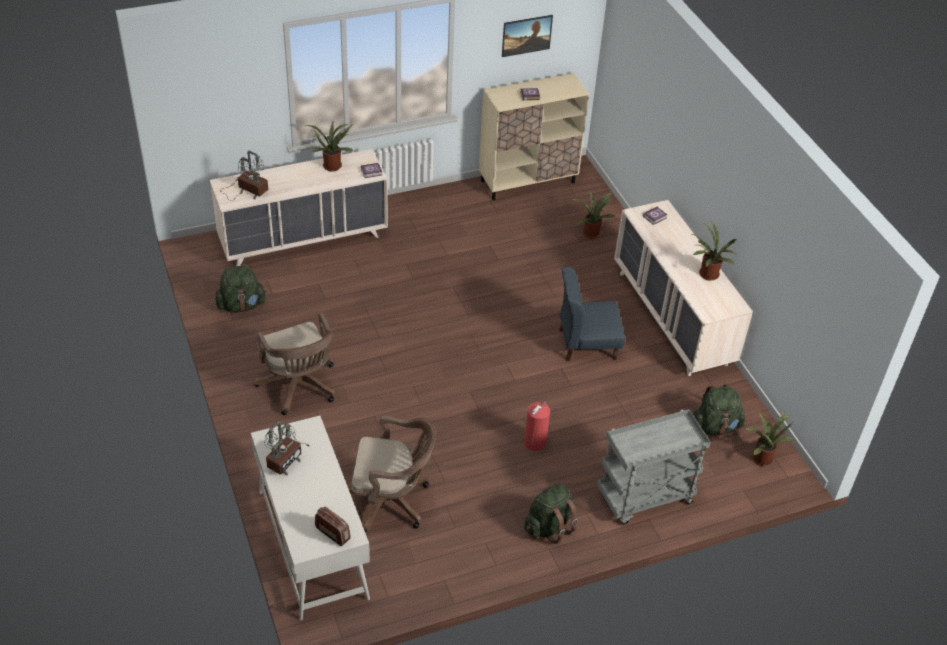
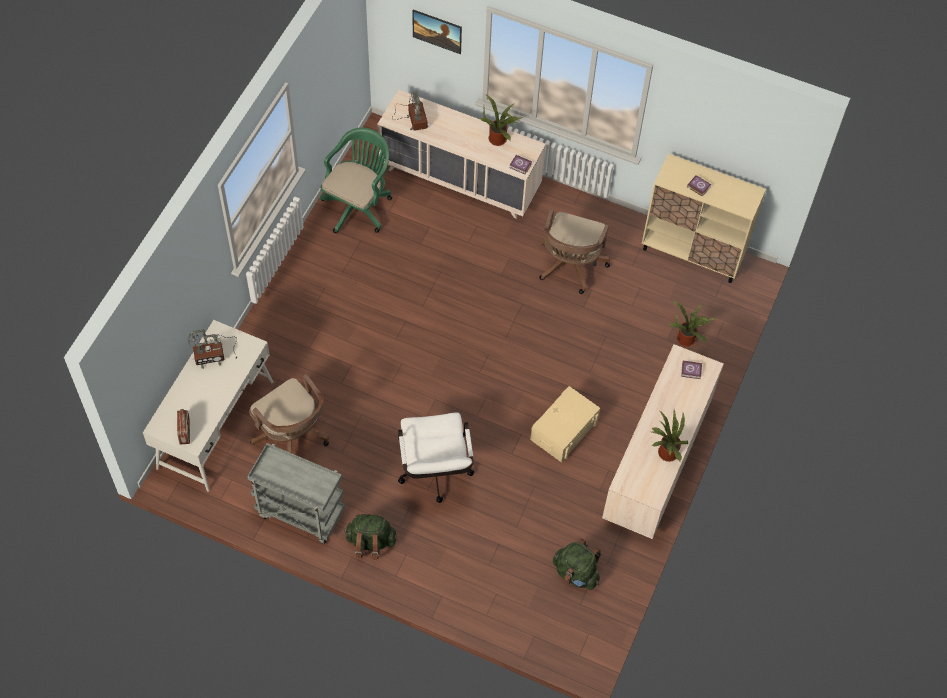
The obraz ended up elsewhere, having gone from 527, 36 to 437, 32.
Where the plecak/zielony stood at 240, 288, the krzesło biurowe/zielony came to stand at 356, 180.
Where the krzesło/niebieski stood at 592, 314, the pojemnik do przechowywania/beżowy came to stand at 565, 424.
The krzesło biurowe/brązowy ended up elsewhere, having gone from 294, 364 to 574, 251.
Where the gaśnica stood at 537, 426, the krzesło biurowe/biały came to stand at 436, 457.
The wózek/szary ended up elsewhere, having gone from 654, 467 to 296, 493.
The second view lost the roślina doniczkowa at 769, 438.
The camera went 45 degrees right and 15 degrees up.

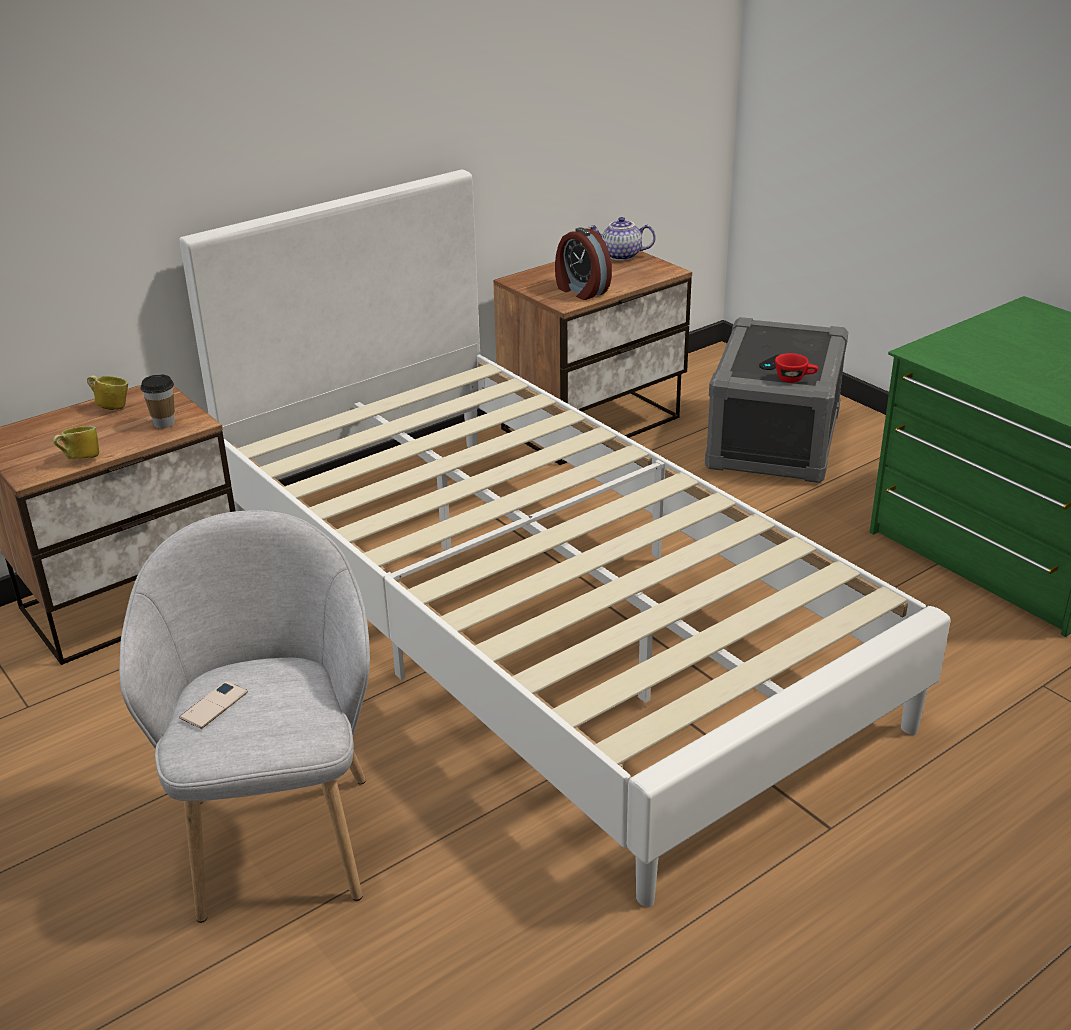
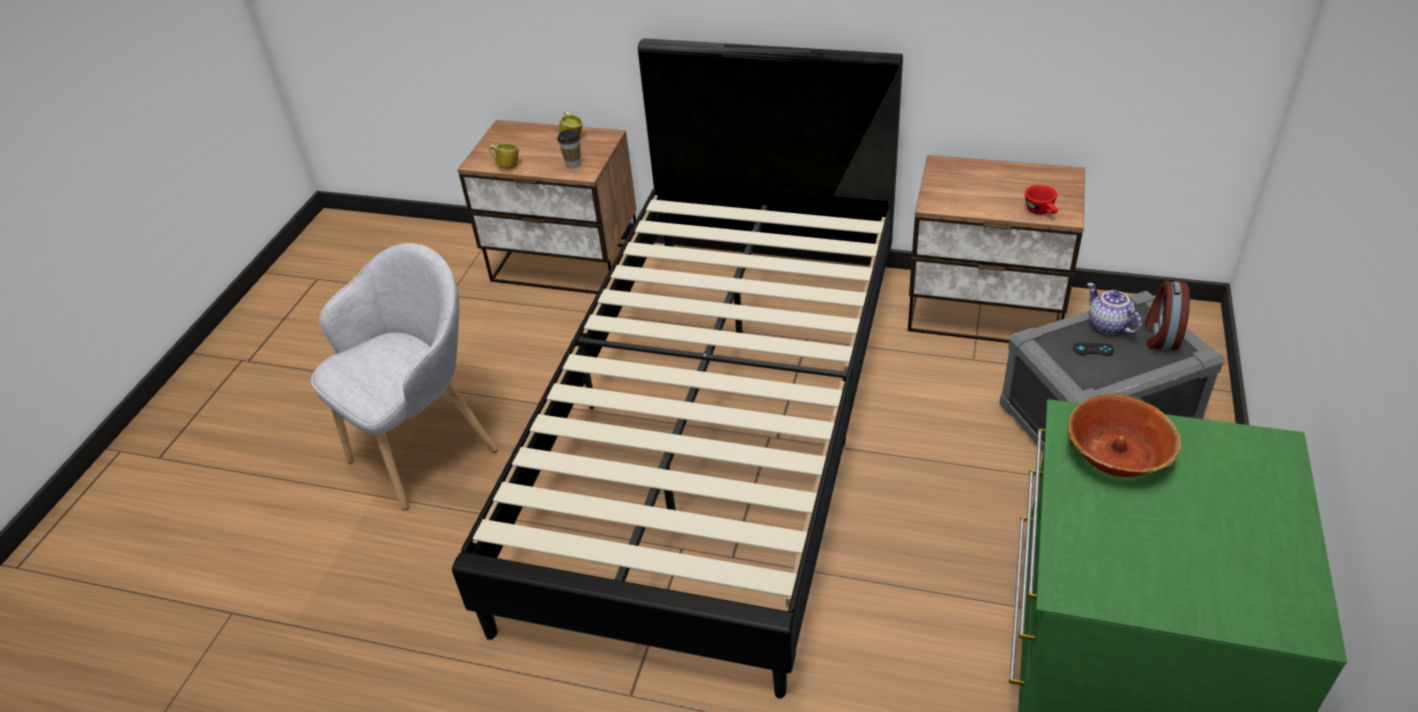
What was the łóżko/biały at 565, 538 turned into the łóżko/czarny at 677, 368.
The imbryk ended up elsewhere, having gone from 622, 239 to 1114, 308.
The budzik ended up elsewhere, having gone from 583, 263 to 1167, 315.
The filiżanka/czerwony ended up elsewhere, having gone from 796, 368 to 1041, 200.
The second view lost the telefon at 213, 705.
The second view gained the miska at 1124, 437.
The camera went 55 degrees right and 10 degrees up.

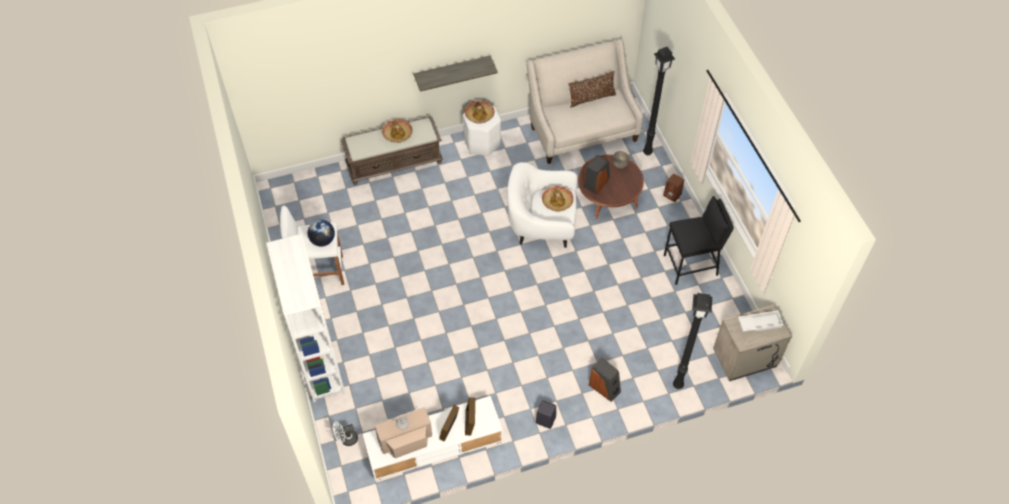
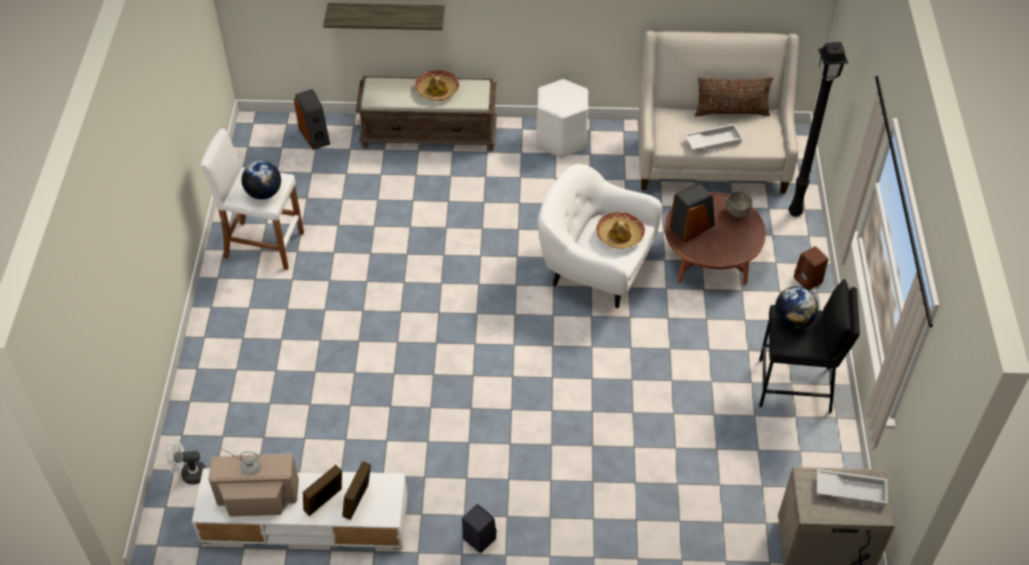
The półka ended up elsewhere, having gone from 455, 73 to 384, 16.
The second view lost the kapelusz at 480, 112.
The second view lost the regał/biały at 305, 318.
The second view lost the lampa stojąca/czarny at 692, 341.
The głośnik ended up elsewhere, having gone from 605, 380 to 312, 119.
The second view gained the taca/biały at 713, 137.
The second view gained the globus at 796, 307.
The camera went 20 degrees right and 5 degrees down.

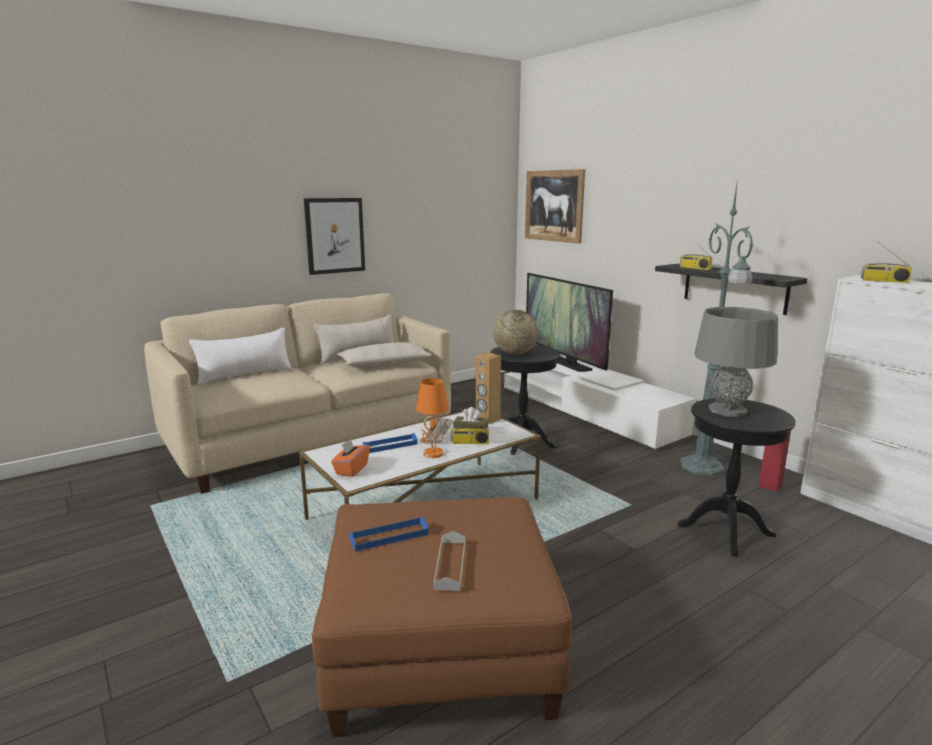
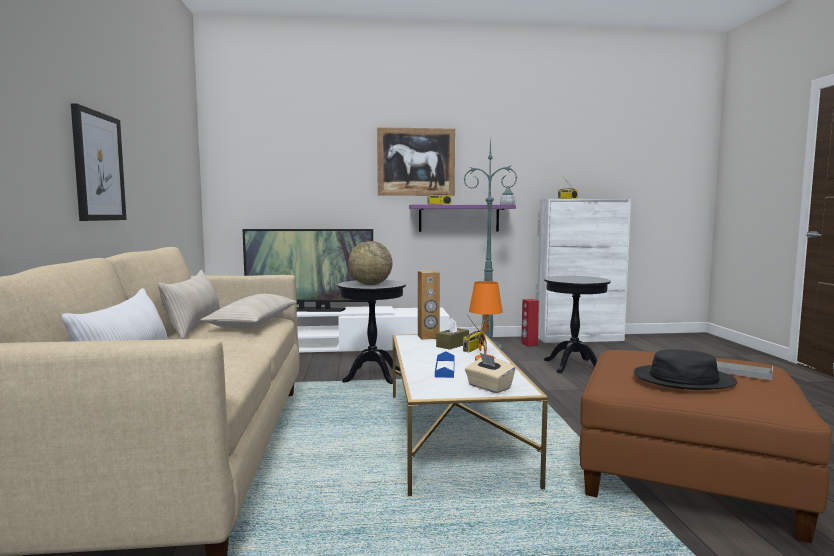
The obraz ended up elsewhere, having gone from 555, 206 to 416, 161.
What was the półka/czarny at 731, 289 turned into the półka/fioletowy at 462, 218.
The second view lost the lampa stołowa/szary at 736, 362.
The second view lost the gazeta at 439, 431.
What was the pudełko chusteczek/pomarańczowy at 350, 457 turned into the pudełko chusteczek/beżowy at 490, 373.
Where the taca/niebieski stood at 388, 534, the kapelusz/czarny came to stand at 685, 369.
The camera went 60 degrees left and 10 degrees down.

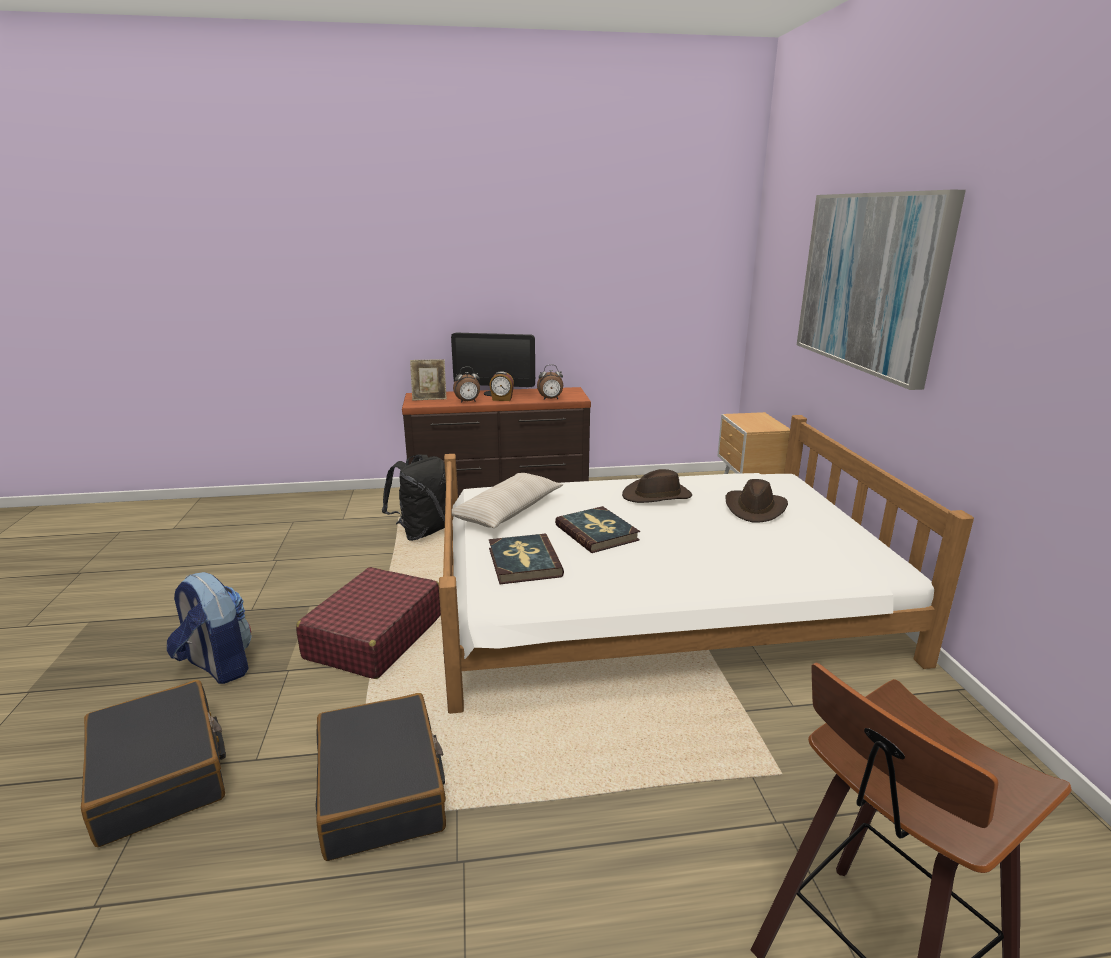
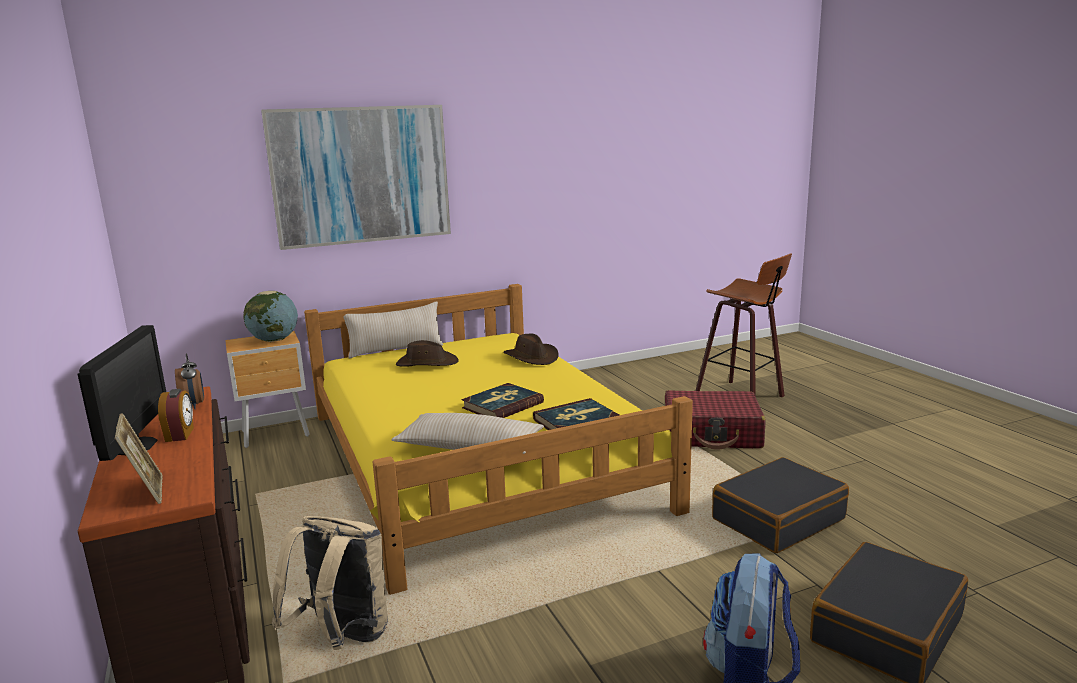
The second view lost the budzik at 466, 385.
What was the łóżko/biały at 706, 564 turned into the łóżko/żółty at 498, 439.
What was the plecak/czarny at 414, 497 turned into the plecak/beżowy at 329, 583.
The kapelusz/brązowy ended up elsewhere, having gone from 657, 486 to 531, 349.
The walizka/czerwony ended up elsewhere, having gone from 368, 623 to 715, 420.
The second view gained the globus at 270, 316.
The second view gained the poduszka/beżowy at 393, 330.
The camera went 105 degrees left and 5 degrees down.

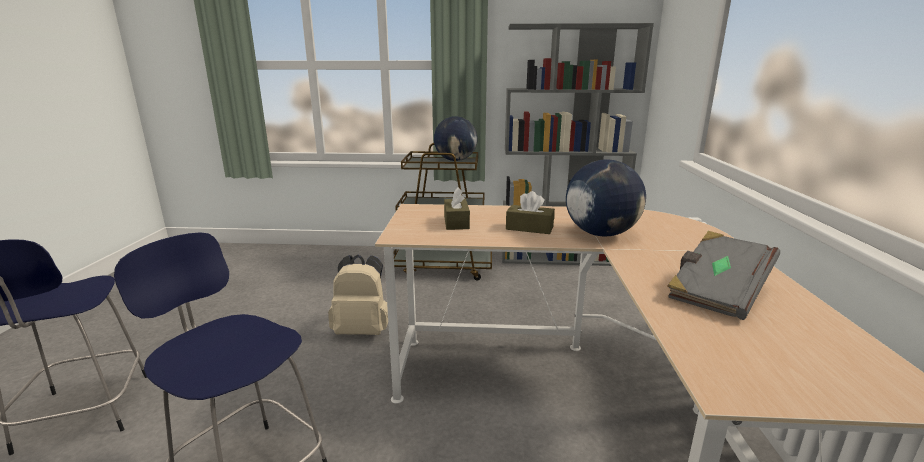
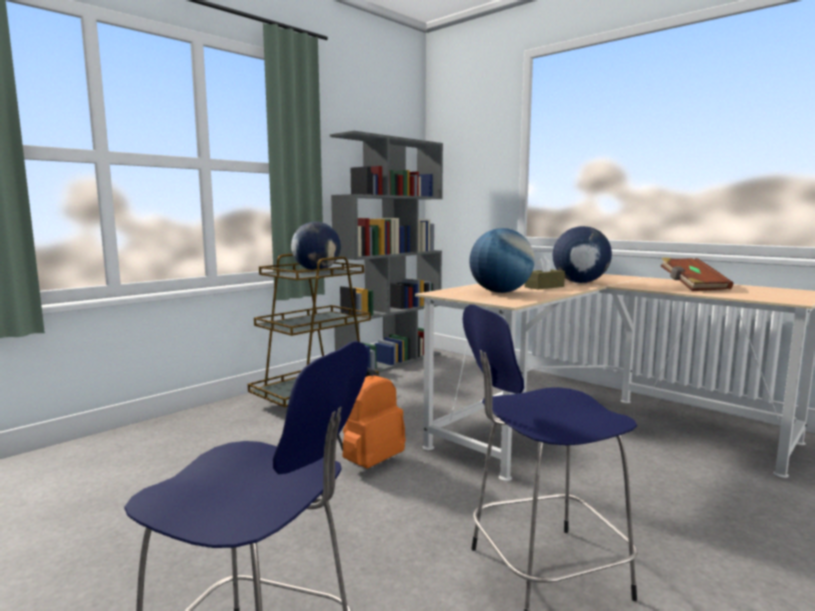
Where the pudełko chusteczek/brązowy stood at 457, 208, the globus came to stand at 502, 260.
What was the książka/szary at 723, 275 turned into the książka/brązowy at 697, 274.
What was the plecak/beżowy at 358, 295 turned into the plecak/pomarańczowy at 371, 418.
The camera went 50 degrees left and 10 degrees down.

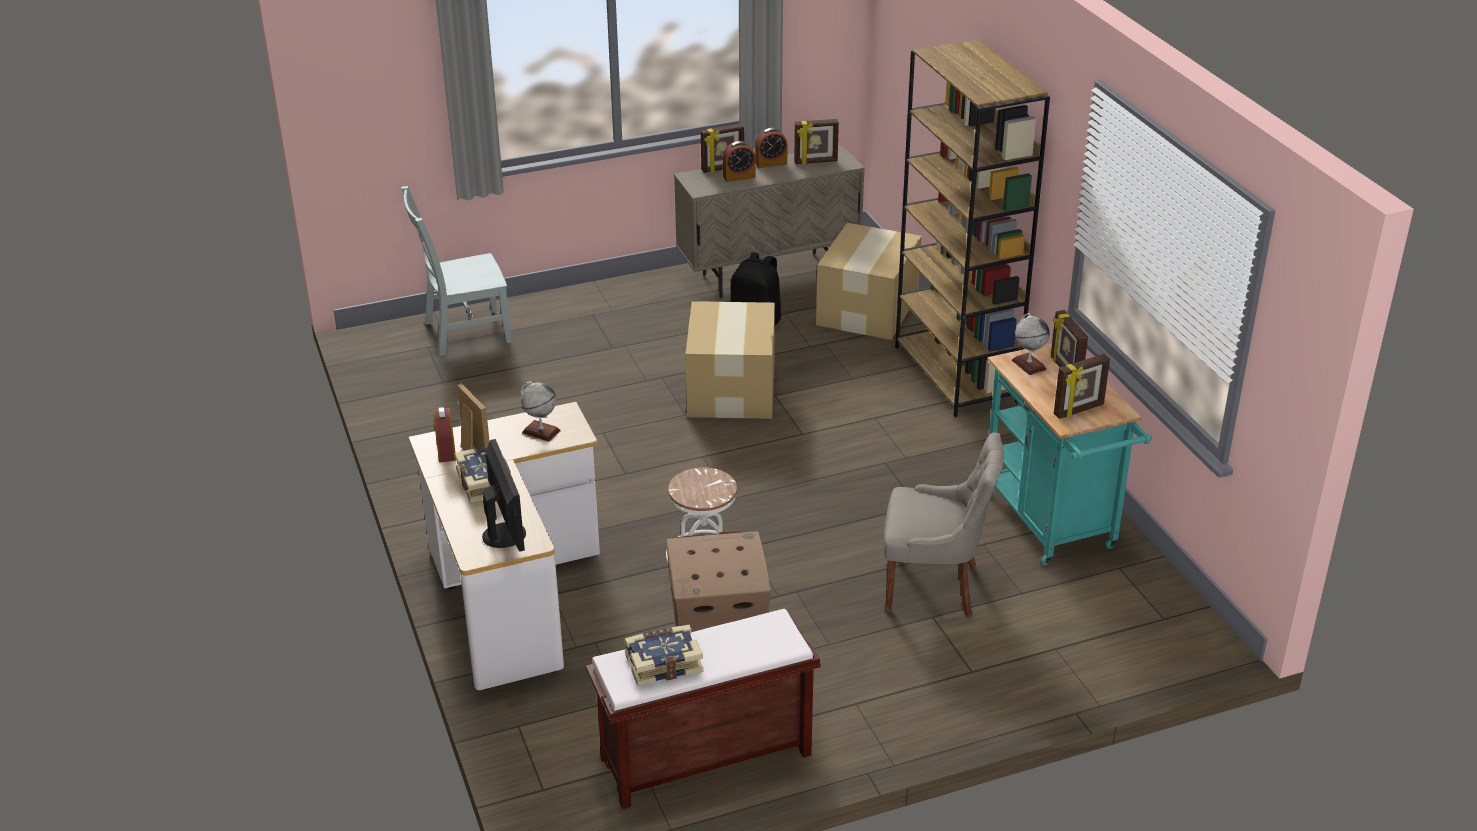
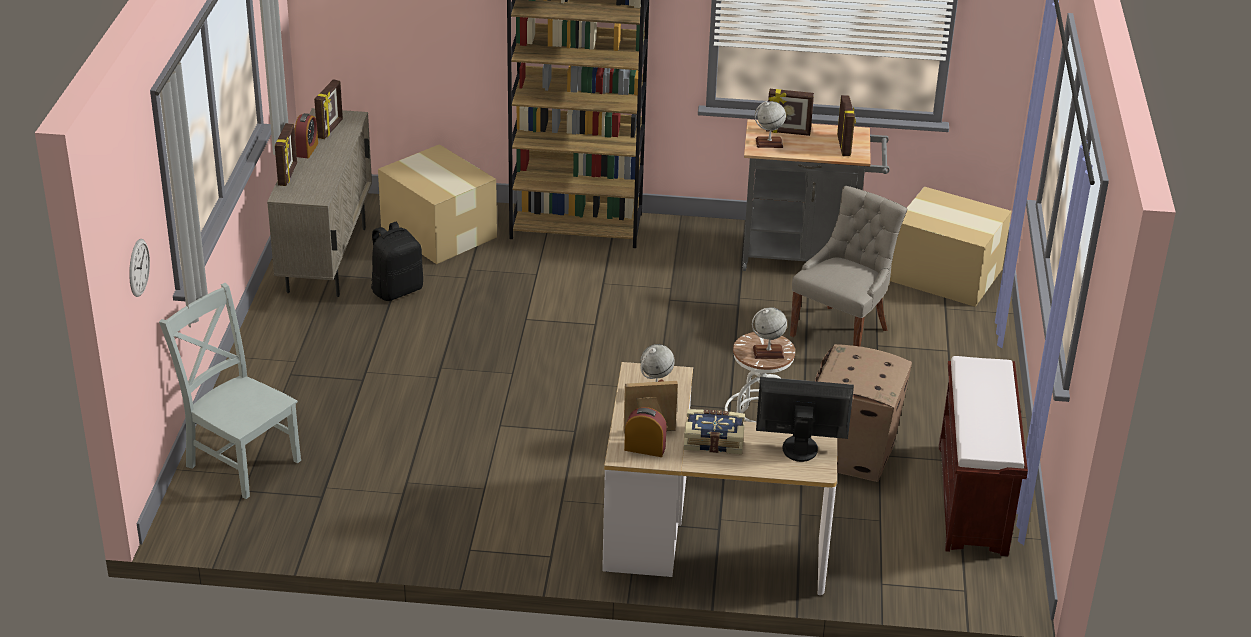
The second view lost the budzik at 739, 161.
The krzesło/szary at 456, 271 ended up facing another way, 120 degrees clockwise from before.
The karton ended up elsewhere, having gone from 730, 360 to 951, 246.
What was the wózek/turkusowy at 1069, 454 turned into the wózek/szary at 815, 195.
The second view lost the książka at 663, 655.
The second view gained the zegar ścienny at 139, 268.
The second view gained the globus at 769, 333.
The camera went 65 degrees left and 0 degrees up.

